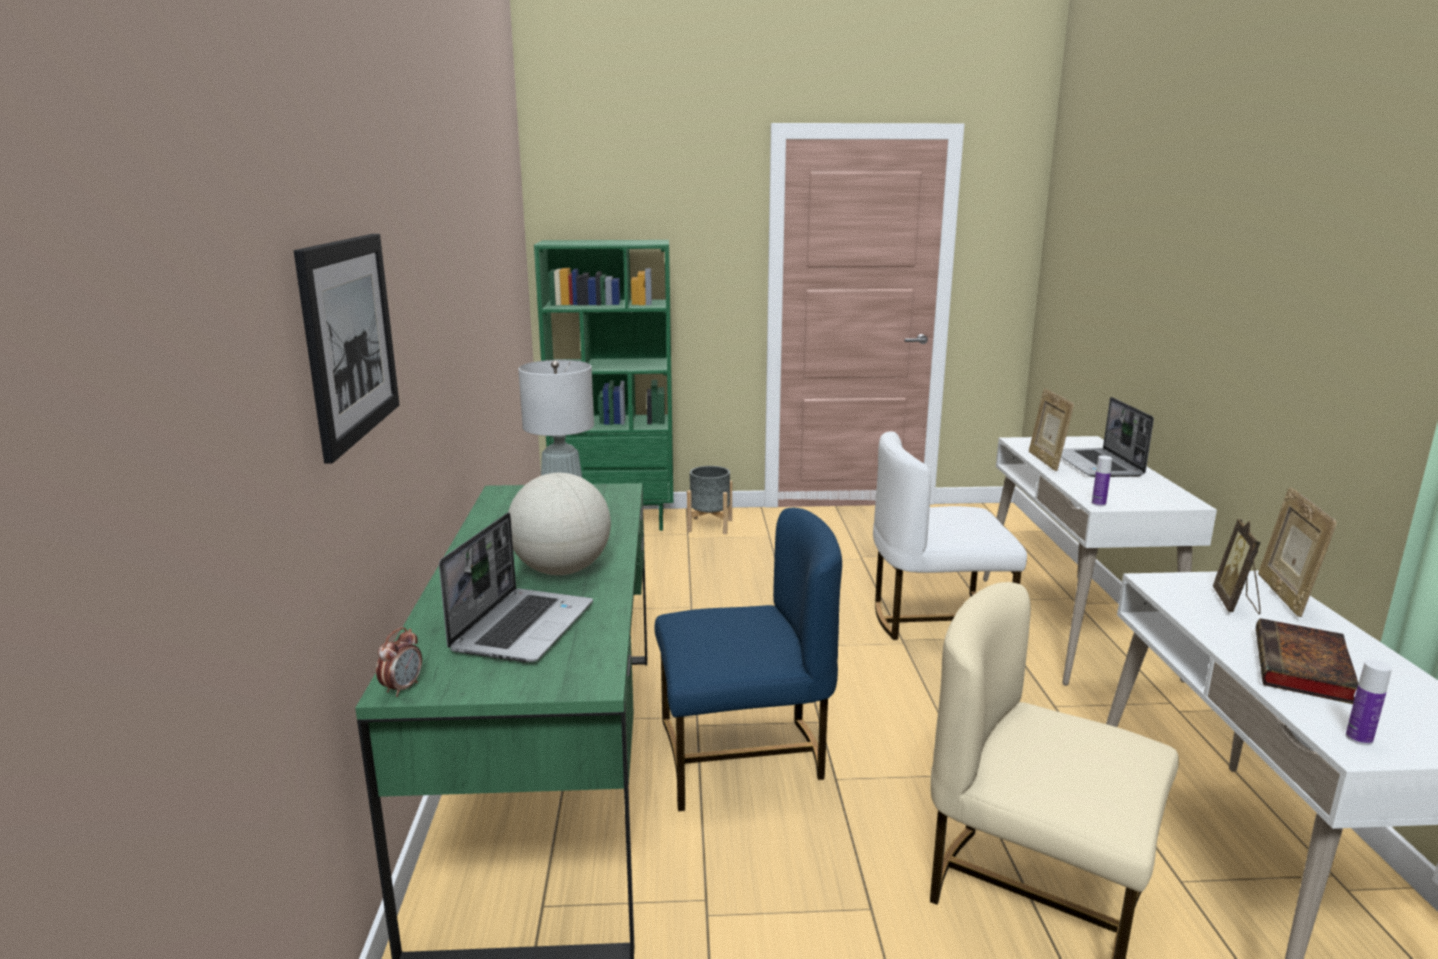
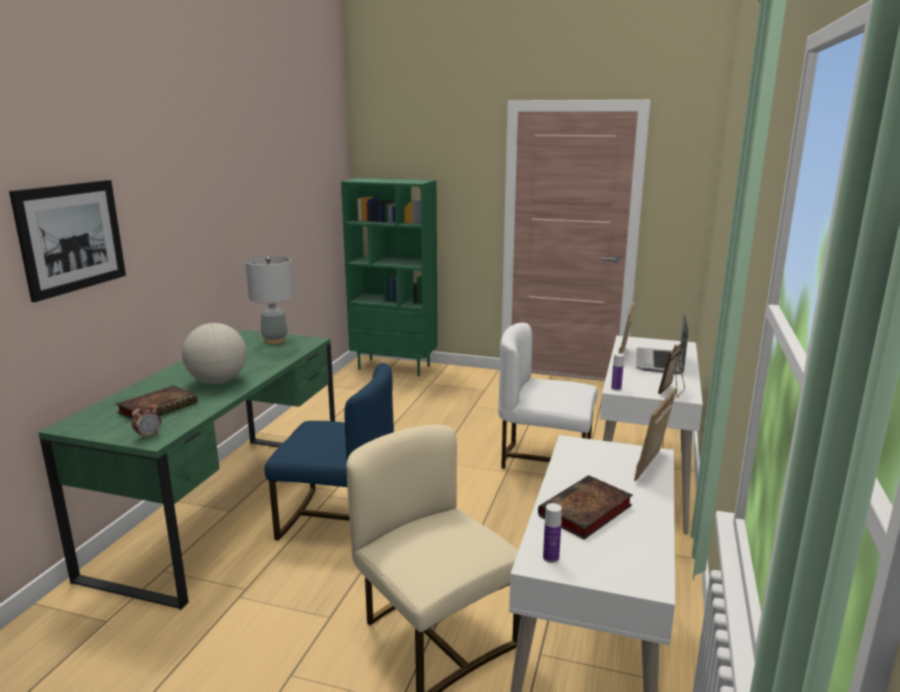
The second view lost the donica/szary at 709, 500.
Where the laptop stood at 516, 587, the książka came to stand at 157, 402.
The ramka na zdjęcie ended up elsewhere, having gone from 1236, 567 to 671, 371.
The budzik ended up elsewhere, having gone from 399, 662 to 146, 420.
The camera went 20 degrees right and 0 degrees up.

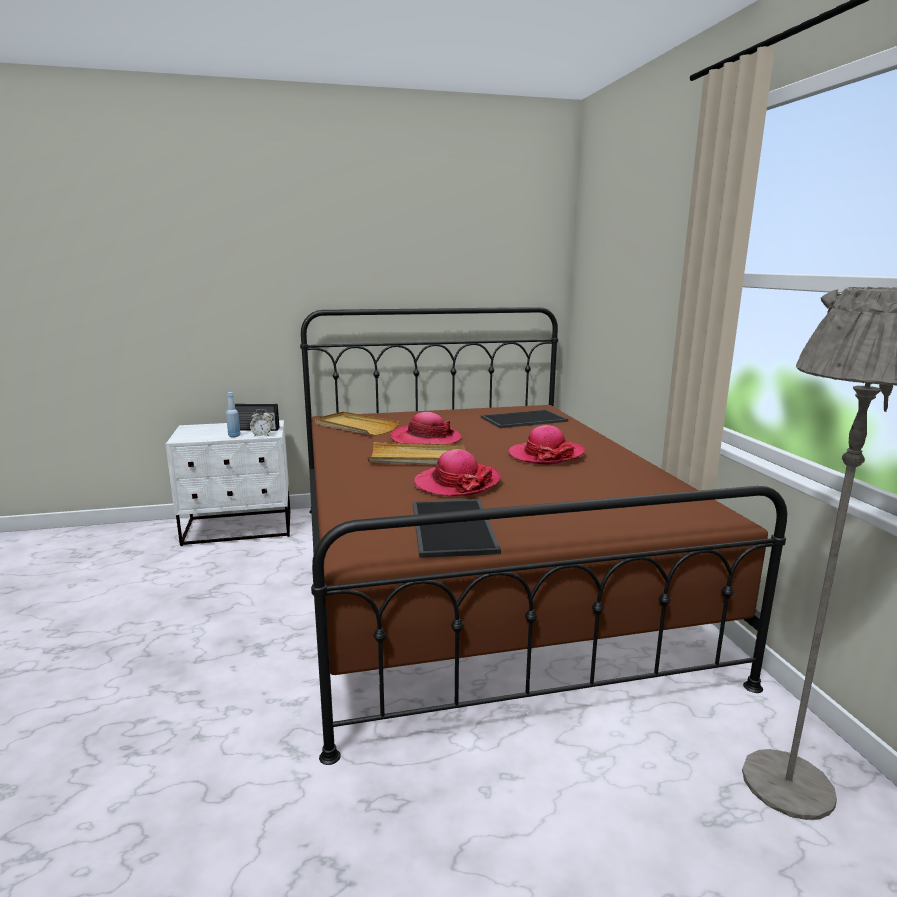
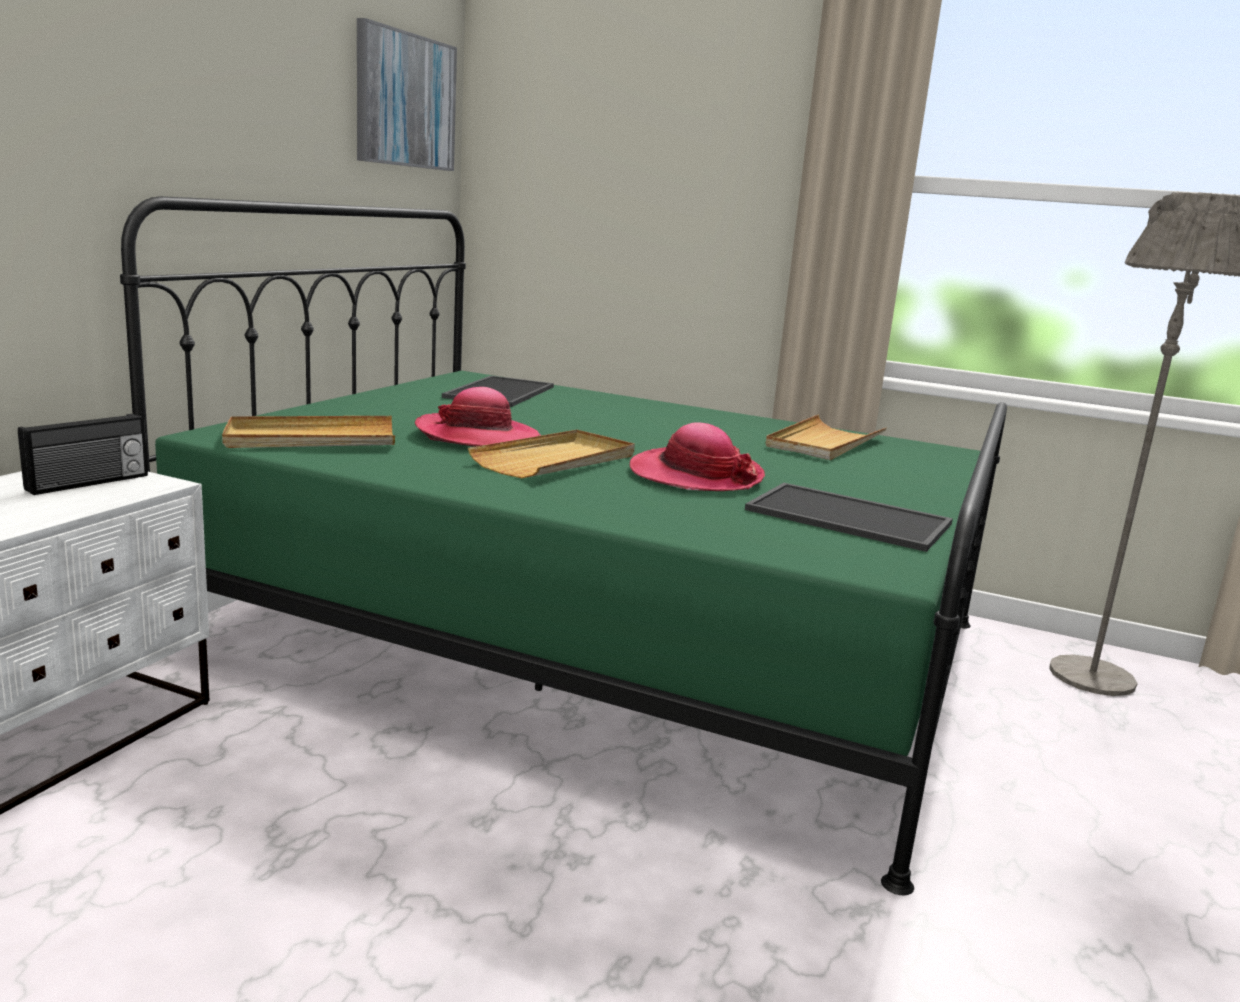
What was the łóżko/brązowy at 543, 536 turned into the łóżko/zielony at 563, 545.
The second view lost the butelka/niebieski at 233, 414.
The second view lost the budzik at 261, 422.
The second view lost the kapelusz at 547, 445.
The second view gained the obraz at 407, 94.
The second view gained the taca/beżowy at 826, 437.
The camera went 55 degrees left and 0 degrees up.

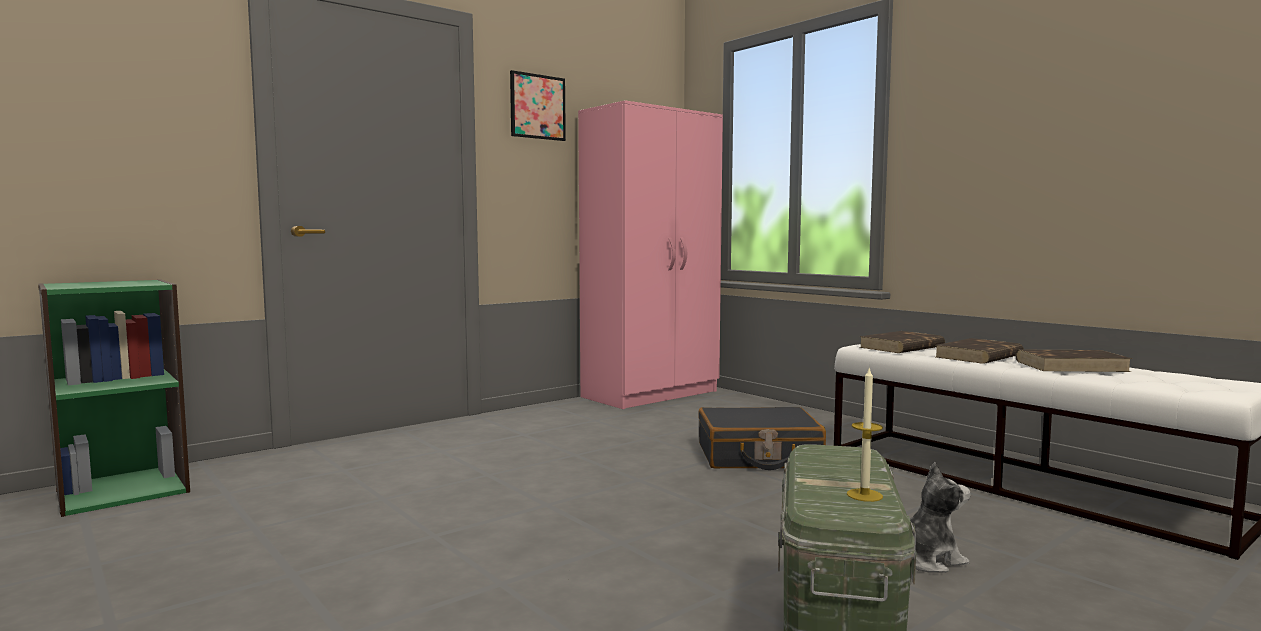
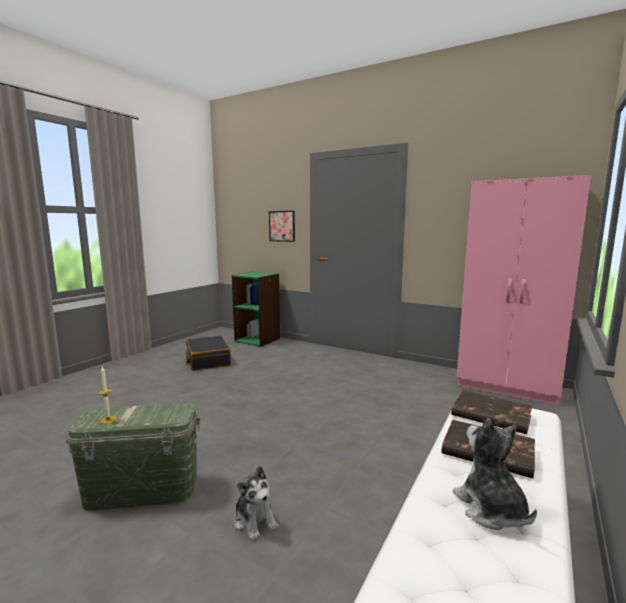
The obraz ended up elsewhere, having gone from 538, 105 to 282, 226.
Where the książka/brązowy stood at 1073, 361, the pluszak came to stand at 495, 474.
The walizka/czarny ended up elsewhere, having gone from 762, 438 to 208, 353.
The camera went 70 degrees right and 5 degrees up.

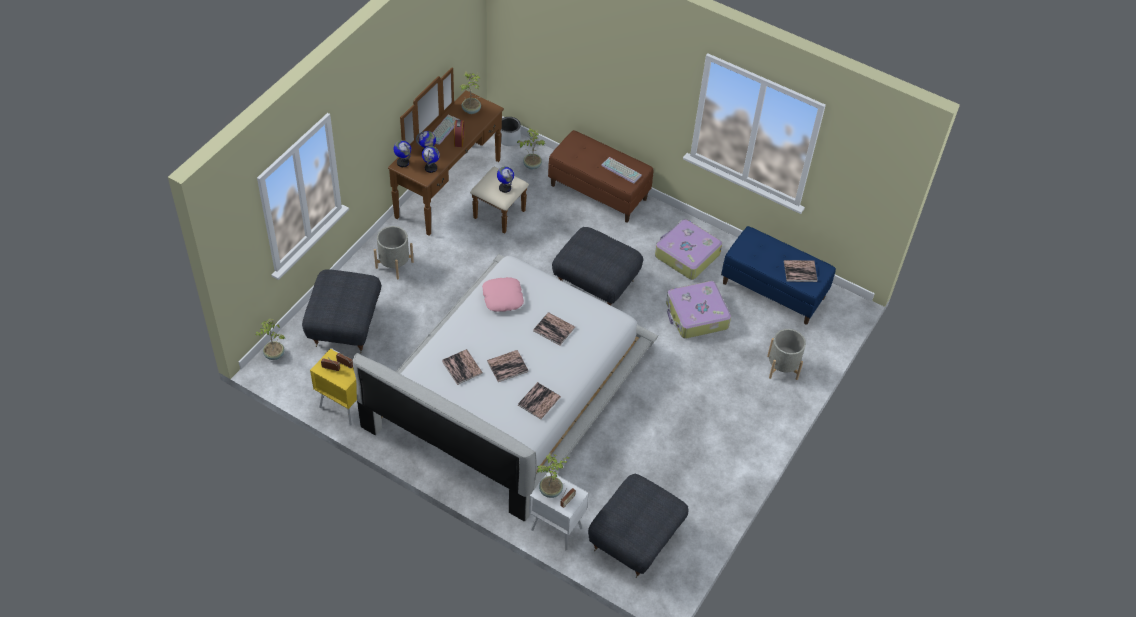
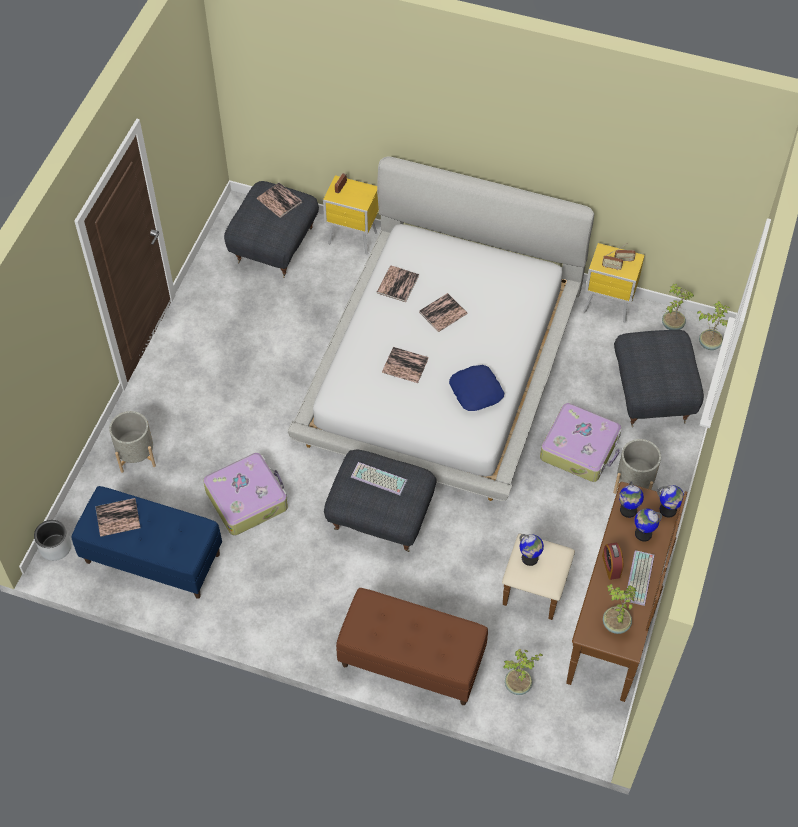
The donica/szary ended up elsewhere, having gone from 510, 131 to 52, 540.
The klawiatura ended up elsewhere, having gone from 621, 170 to 379, 479.
The walizka ended up elsewhere, having gone from 688, 249 to 581, 442.
What was the poduszka/różowy at 503, 294 turned into the poduszka/niebieski at 476, 388.
The książka ended up elsewhere, having gone from 462, 367 to 279, 200.
The roślina doniczkowa ended up elsewhere, having gone from 553, 475 to 678, 307.
What was the szafka nocna/biały at 559, 510 turned into the szafka nocna/żółty at 351, 215.
The camera went 170 degrees right and 5 degrees up.

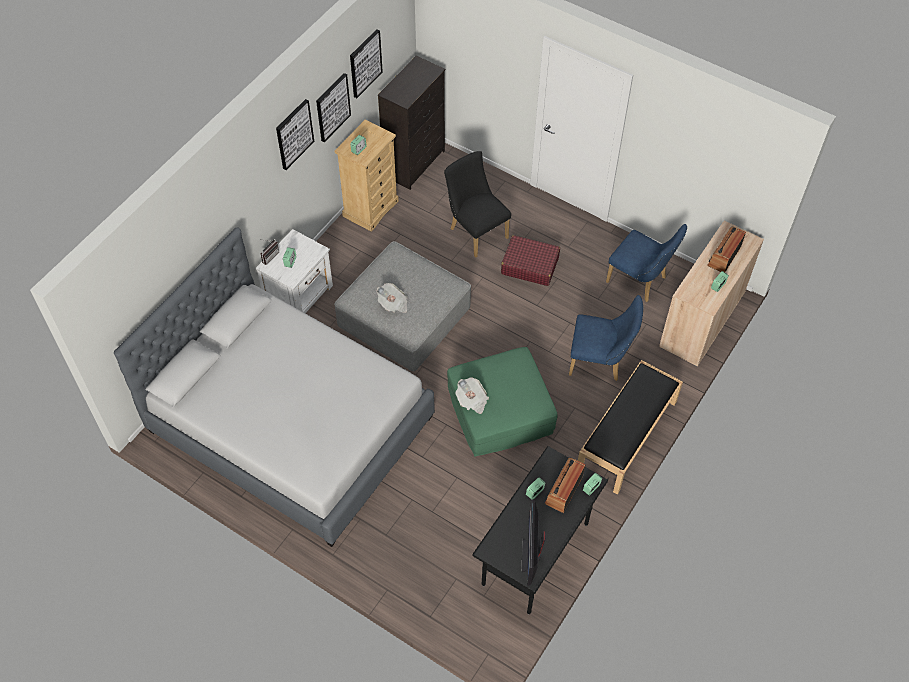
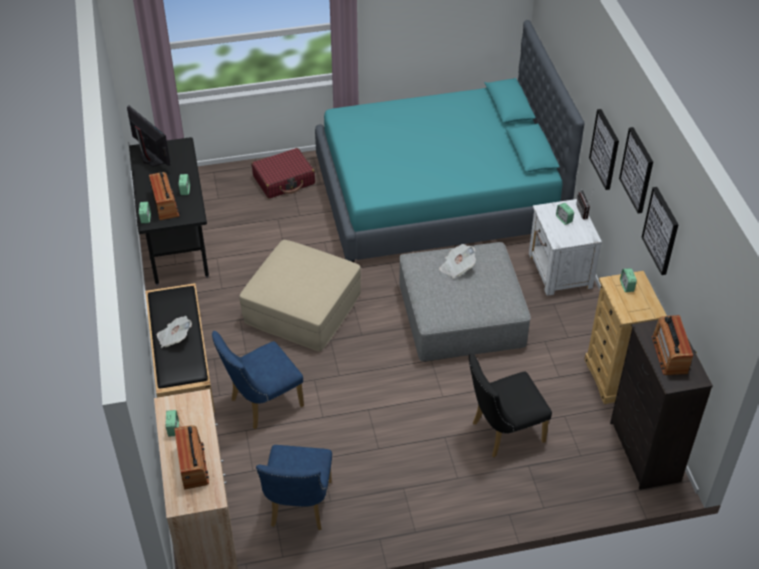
The obraz ended up elsewhere, having gone from 366, 63 to 604, 149.
The krzesło/czarny at 477, 204 ended up facing another way, 150 degrees clockwise from before.
The krzesło/niebieski at 646, 263 ended up facing another way, 75 degrees counterclockwise from before.
What was the łóżko/szary at 274, 387 turned into the łóżko/turkusowy at 449, 141.
The walizka/czerwony ended up elsewhere, having gone from 530, 260 to 283, 173.
What was the pufa/zielony at 502, 402 turned into the pufa/beżowy at 300, 296.
The gazeta ended up elsewhere, having gone from 472, 396 to 174, 332.
The second view gained the radio at 672, 345.
The camera went 135 degrees right and 10 degrees down.

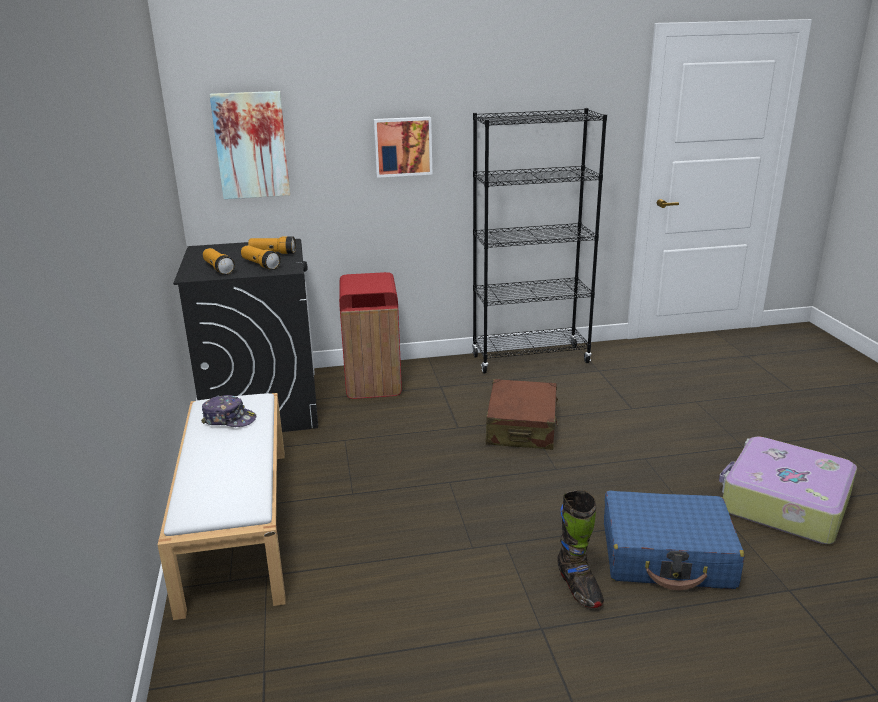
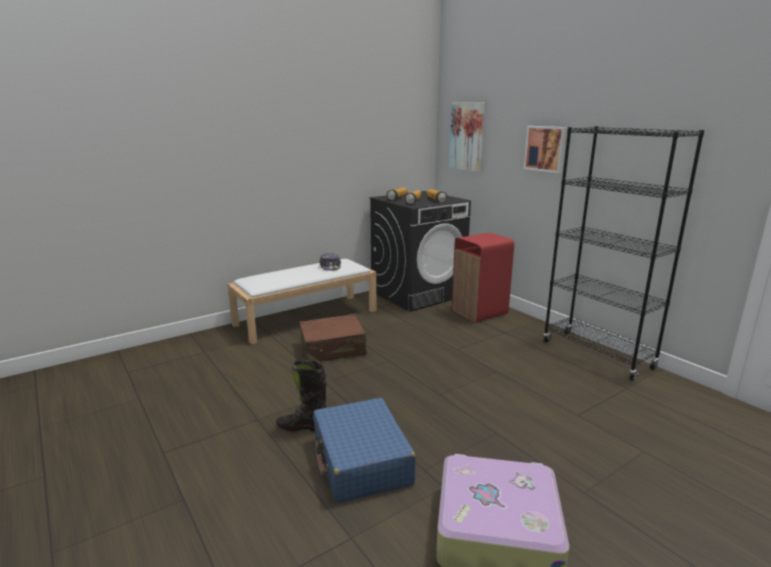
The walizka/brązowy ended up elsewhere, having gone from 522, 414 to 333, 338.
The but z cholewką/czarny at 580, 549 ended up facing another way, 45 degrees clockwise from before.
The camera went 65 degrees right and 5 degrees down.

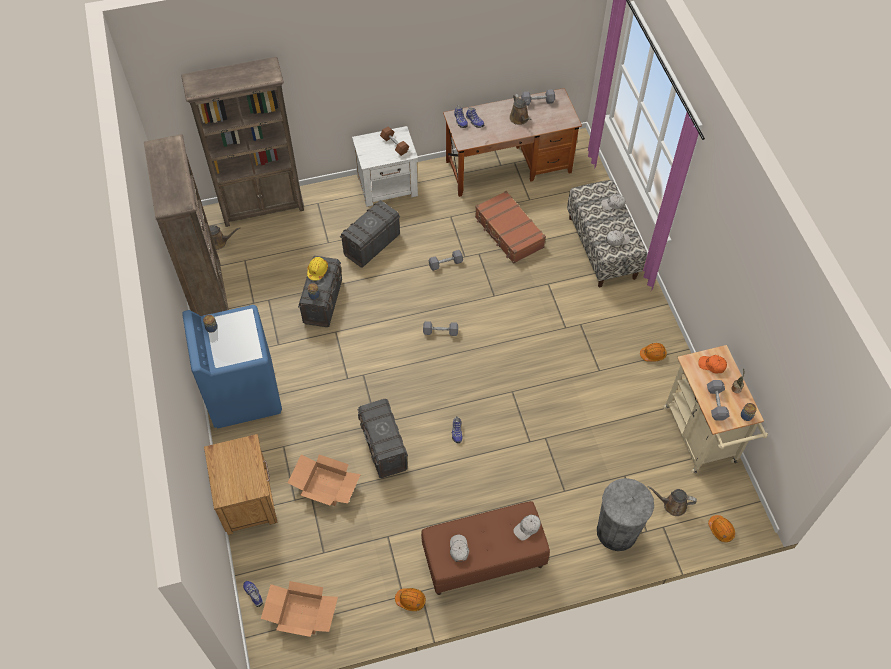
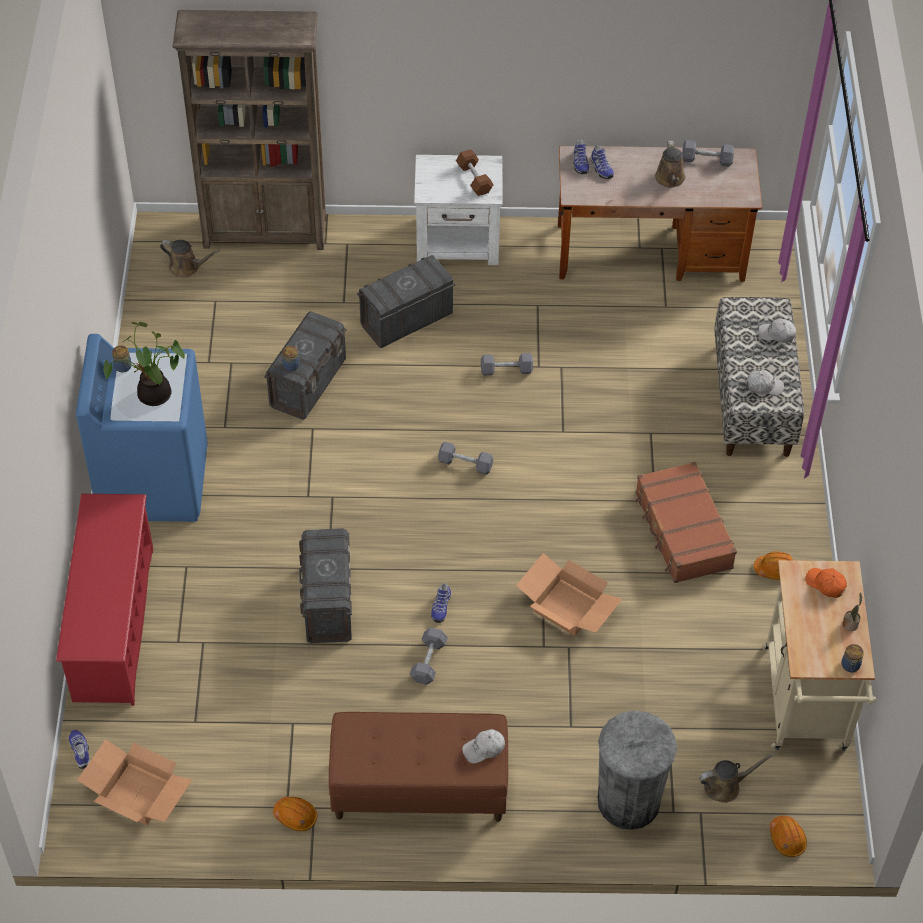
The second view lost the regał/brązowy at 186, 225.
The walizka/brązowy ended up elsewhere, having gone from 510, 227 to 686, 522.
The second view lost the kask/żółty at 317, 269.
The hantel/szary ended up elsewhere, having gone from 718, 400 to 428, 656.
Where the szafka nocna/brązowy stood at 241, 484, the regał na buty/czerwony came to stand at 104, 600.
The karton ended up elsewhere, having gone from 324, 480 to 569, 594.
The konewka/brązowy at 672, 501 ended up facing another way, 135 degrees clockwise from before.
The second view lost the czapka z daszkiem/biały at 459, 548.
The second view gained the roślina doniczkowa at 144, 364.
The camera went 15 degrees right and 5 degrees down.

